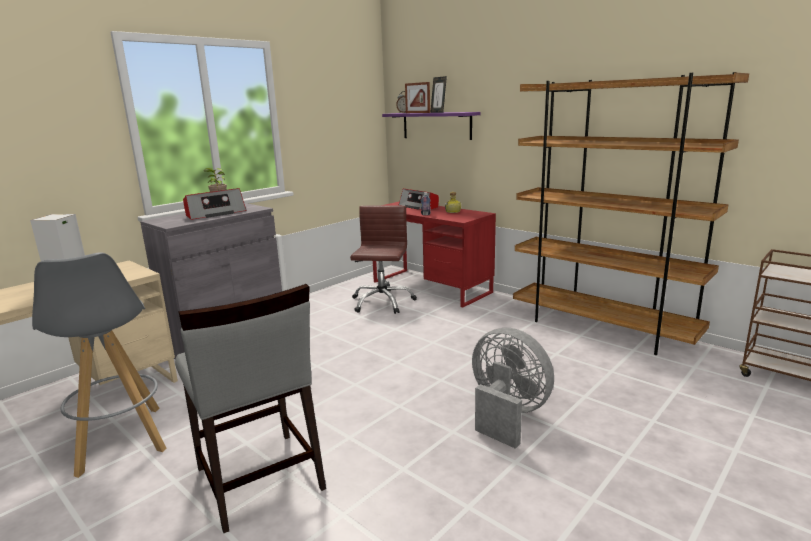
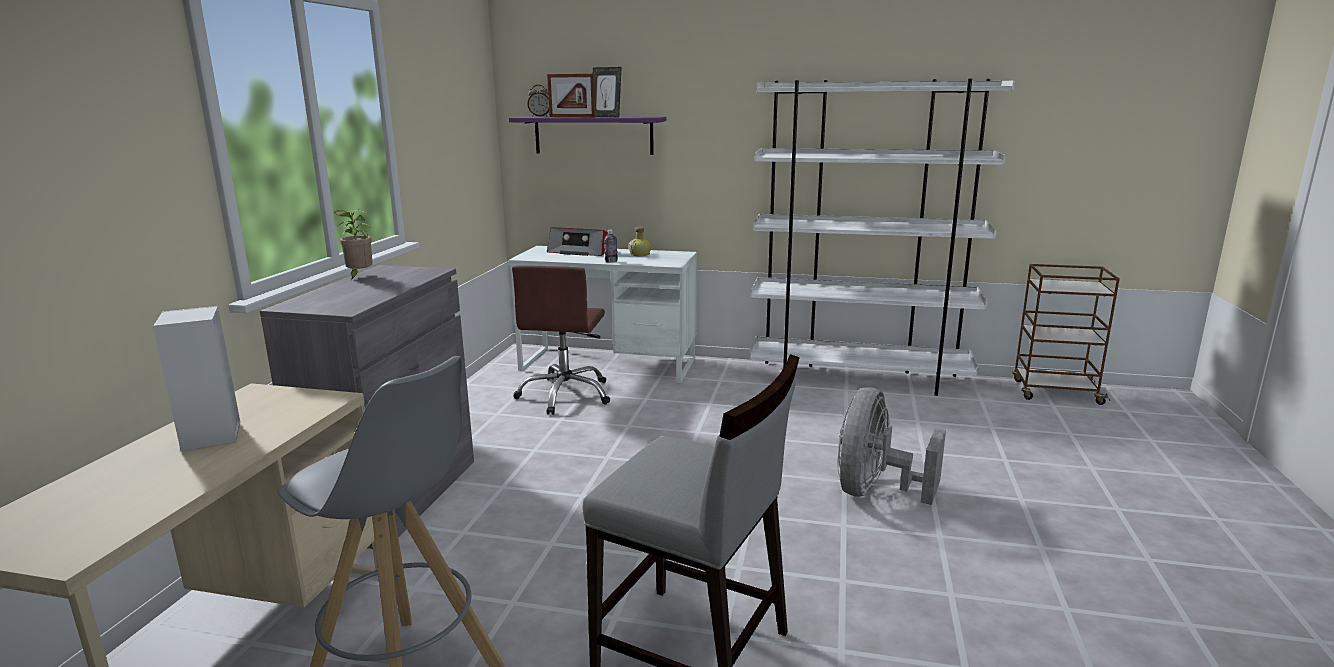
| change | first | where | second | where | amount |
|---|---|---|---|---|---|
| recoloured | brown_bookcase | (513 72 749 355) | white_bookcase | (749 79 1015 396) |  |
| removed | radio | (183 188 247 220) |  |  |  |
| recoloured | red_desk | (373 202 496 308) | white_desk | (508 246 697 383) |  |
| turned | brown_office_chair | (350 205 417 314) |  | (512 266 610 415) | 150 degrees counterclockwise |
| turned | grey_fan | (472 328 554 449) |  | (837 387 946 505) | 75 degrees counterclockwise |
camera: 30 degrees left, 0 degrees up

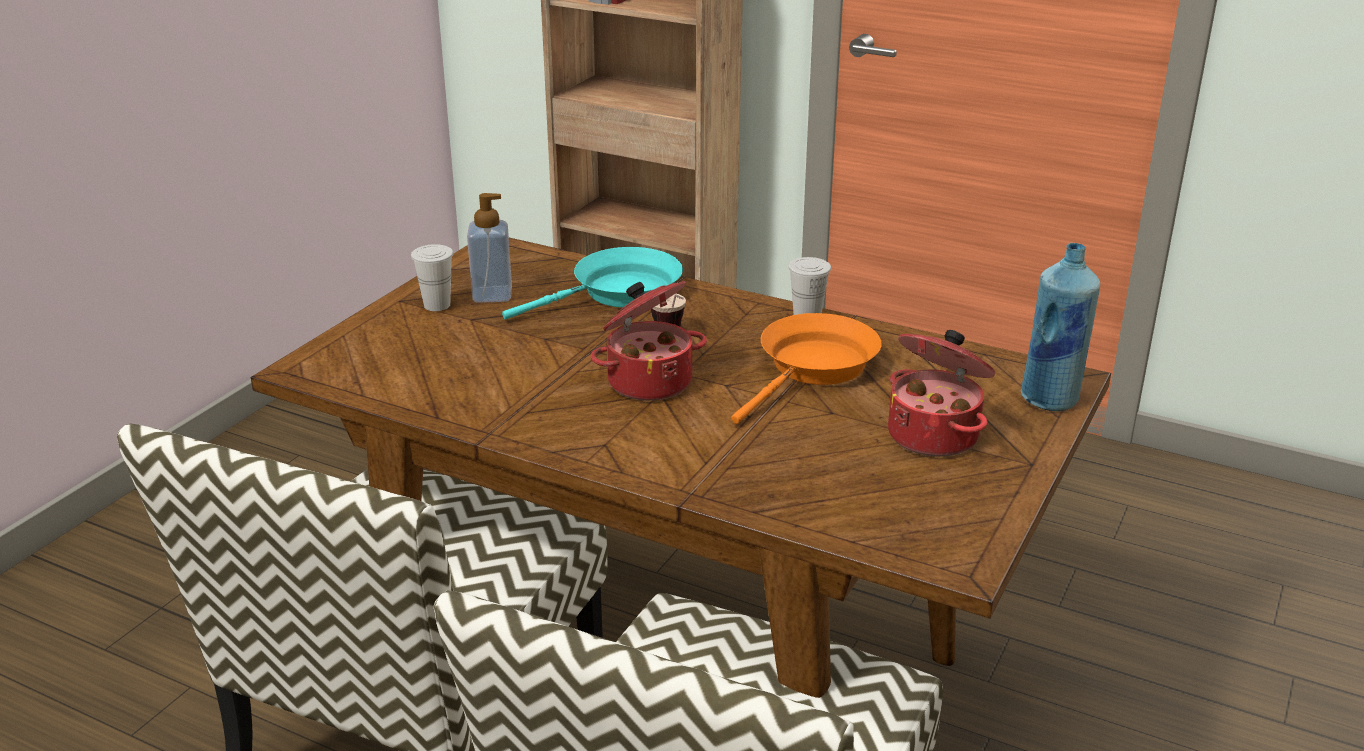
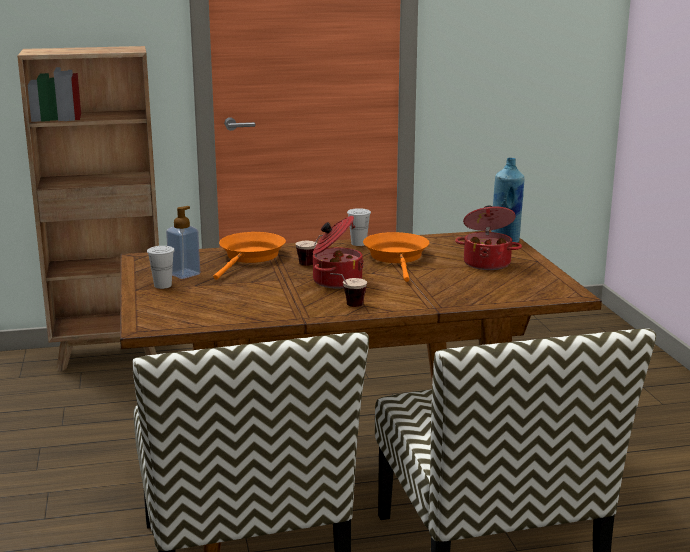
| change | first | where | second | where | amount |
|---|---|---|---|---|---|
| recoloured | turquoise_frying_pan | (502 247 683 320) | orange_frying_pan | (213 232 286 280) |  |
| added |  |  | cup | (330 273 367 307) |  |
camera: 40 degrees left, 10 degrees down

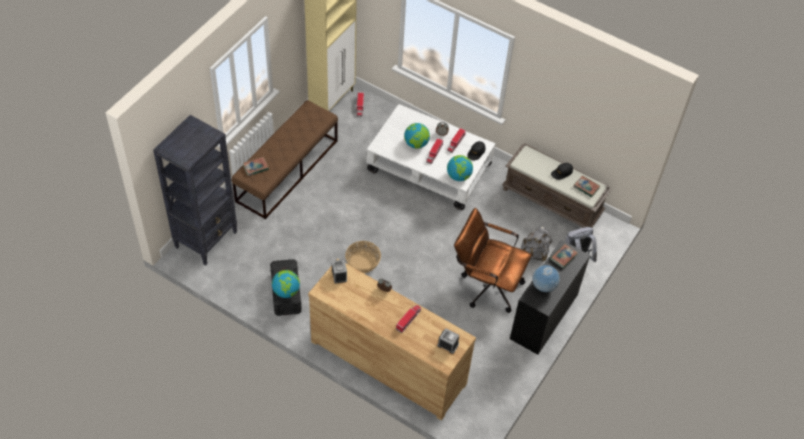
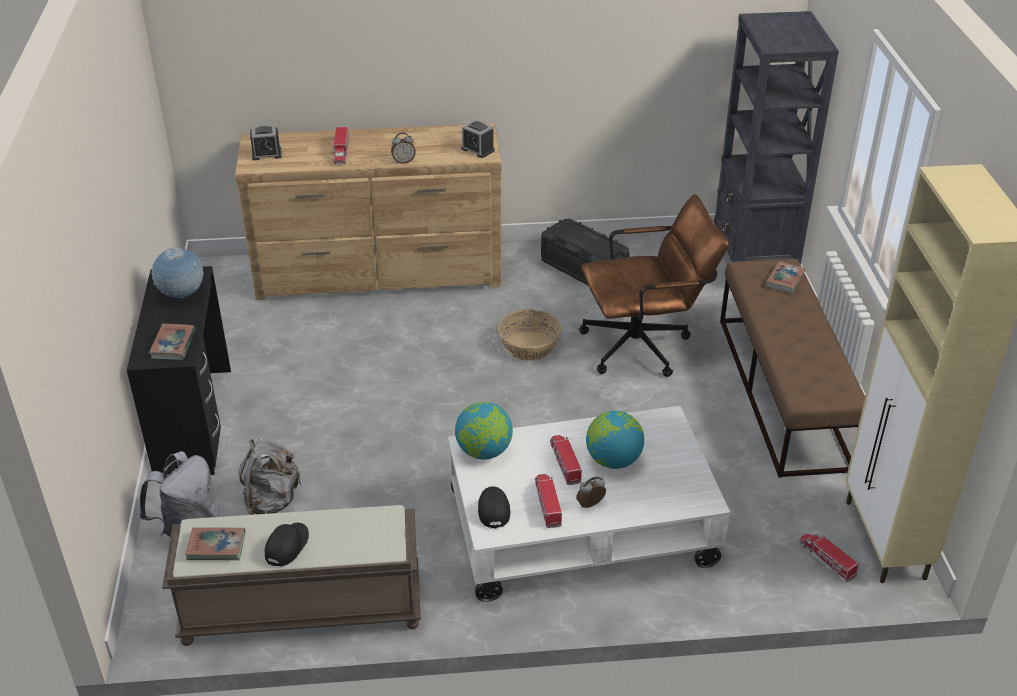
| change | first | where | second | where | amount |
|---|---|---|---|---|---|
| moved | brown_office_chair | (454 208 532 313) |  | (579 194 729 377) |  |
| removed | globe | (272 270 300 298) |  |  |  |
camera: 145 degrees right, 15 degrees down

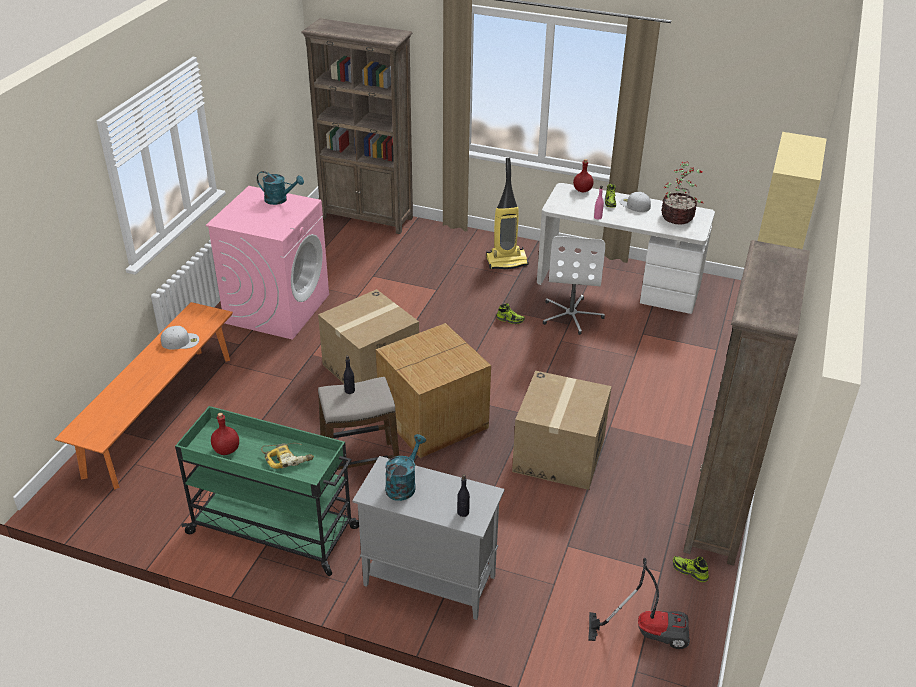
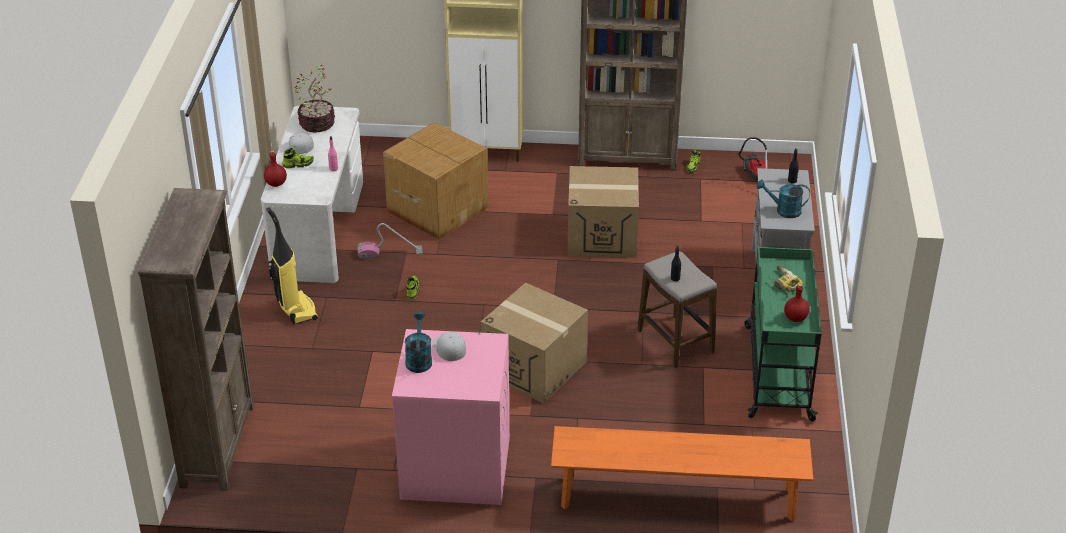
| change | first | where | second | where | amount |
|---|---|---|---|---|---|
| replaced | white_office_chair | (543 236 605 335) | vacuum_cleaner | (357 223 423 259) |  |
| moved | cardboard_box | (376 323 491 458) |  | (383 122 488 240) |  |
| moved | white_cap | (161 326 199 350) |  | (433 332 466 361) |  |
camera: 105 degrees left, 0 degrees up

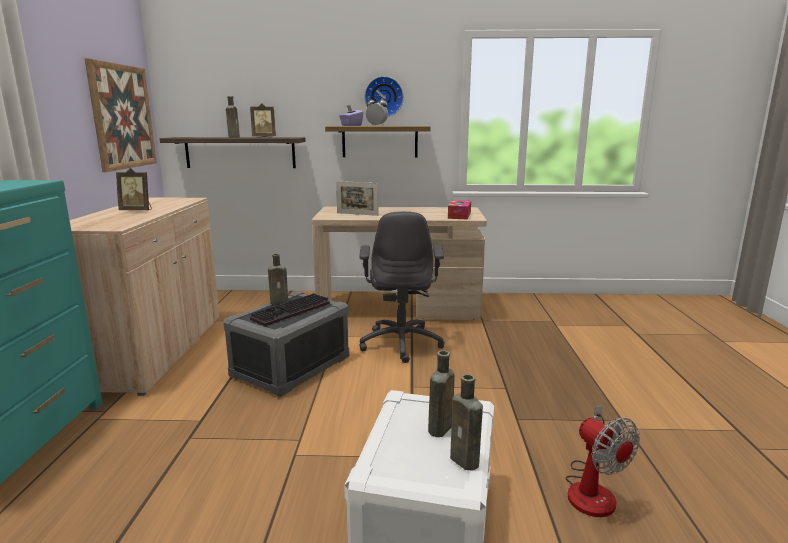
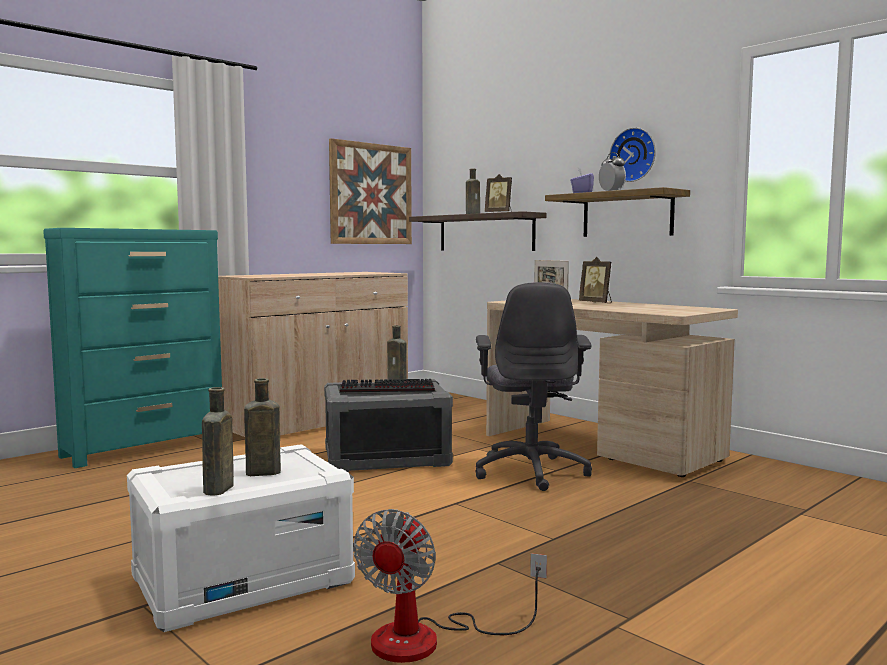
| change | first | where | second | where | amount |
|---|---|---|---|---|---|
| moved | picture_frame | (116 168 152 210) |  | (579 257 612 303) |  |
| removed | tissue_box | (448 200 471 220) |  |  |  |
| turned | grey_office_chair | (359 211 445 363) |  | (475 282 592 491) | 45 degrees counterclockwise |
camera: 45 degrees right, 10 degrees down

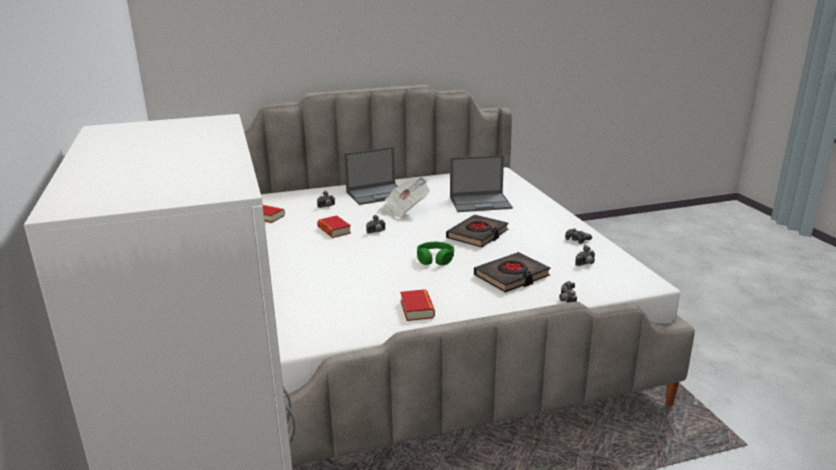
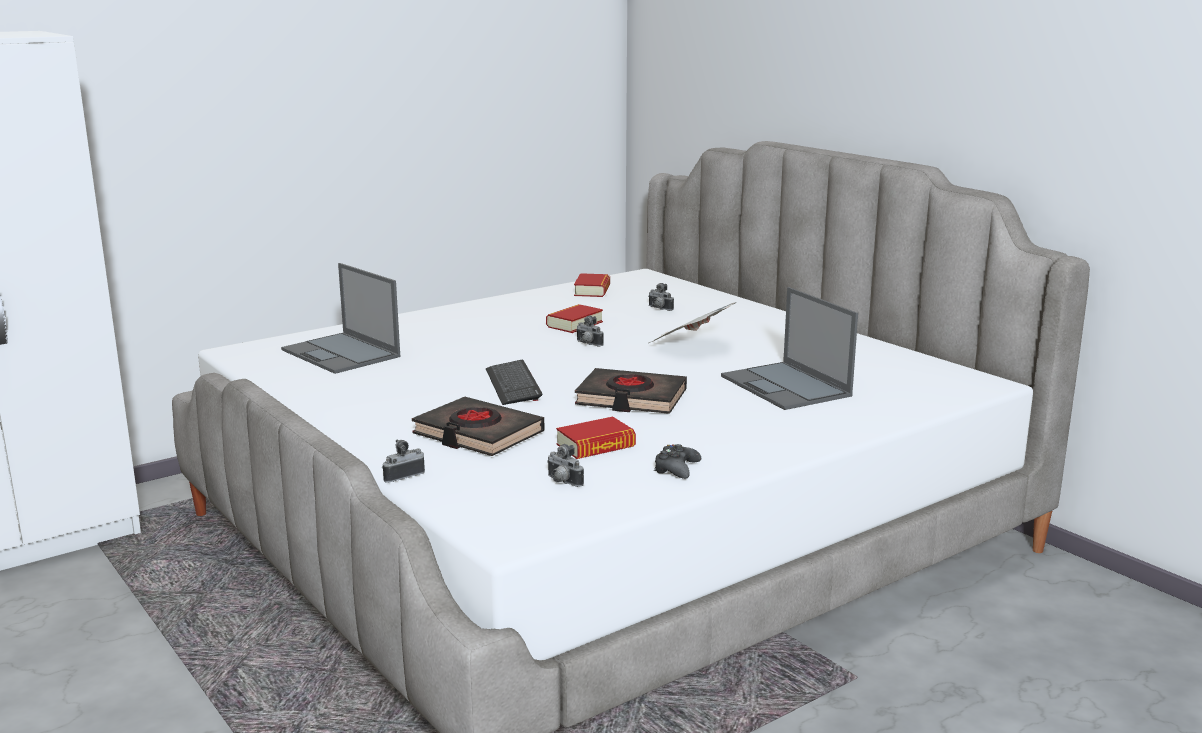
| change | first | where | second | where | amount |
|---|---|---|---|---|---|
| moved | laptop | (344 147 398 205) |  | (281 263 400 374) |  |
| replaced | green_headphones | (417 242 454 265) | keyboard | (486 360 542 405) |  |
| moved | book | (400 289 435 321) |  | (556 416 636 459) |  |
camera: 70 degrees right, 5 degrees down

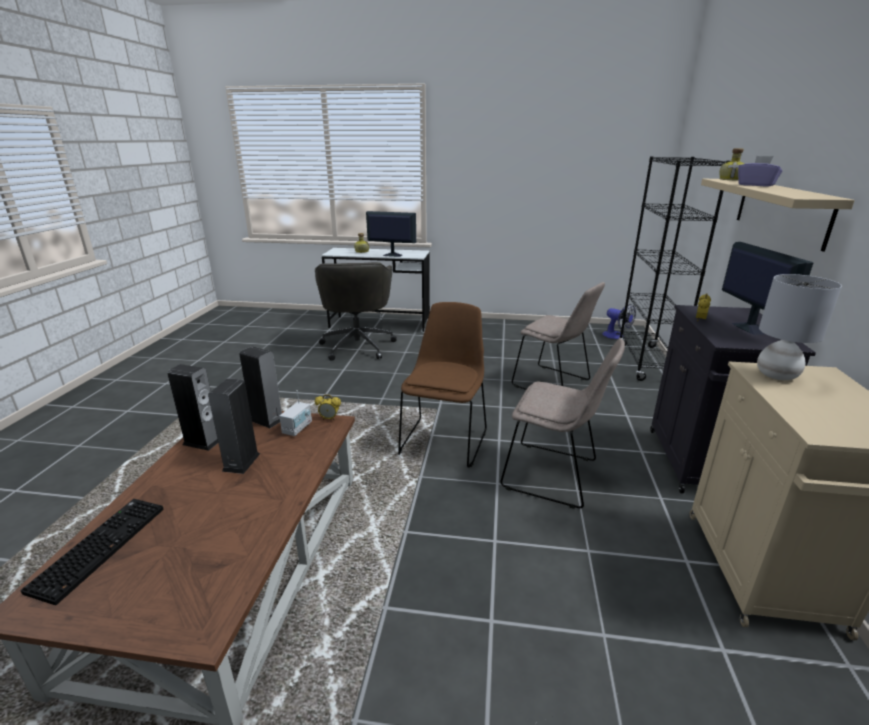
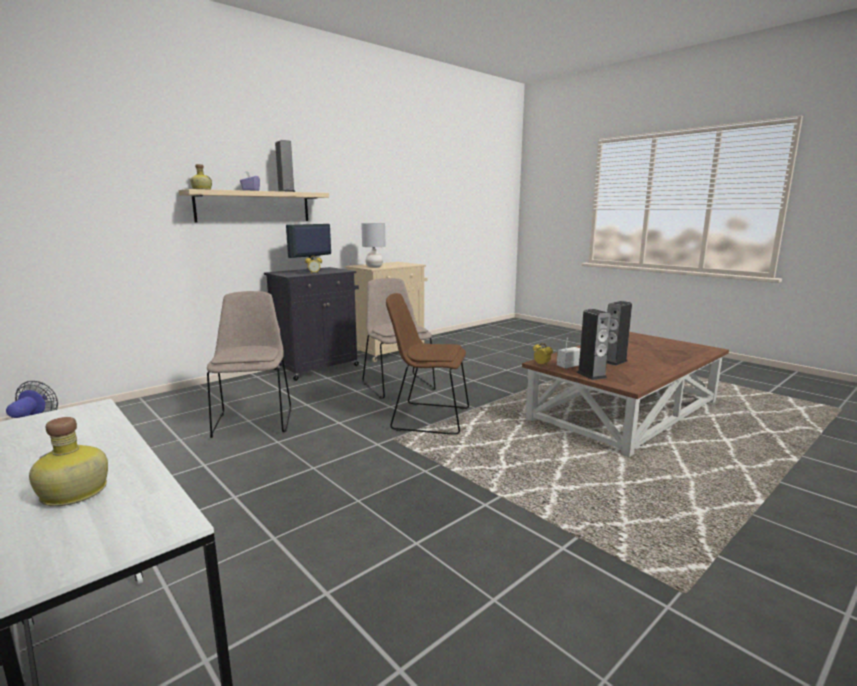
| change | first | where | second | where | amount |
|---|---|---|---|---|---|
| removed | black_bookcase | (618 156 730 381) |  |  |  |
| removed | monitor | (366 211 416 257) |  |  |  |
| removed | grey_office_chair | (315 262 397 361) |  |  |  |
| turned | brown_chair | (398 302 487 468) |  | (386 293 469 435) | 45 degrees clockwise |
| moved | speaker | (167 364 218 451) |  | (275 140 295 192) |  |
| removed | keyboard | (20 499 164 605) |  |  |  |
camera: 140 degrees left, 10 degrees down

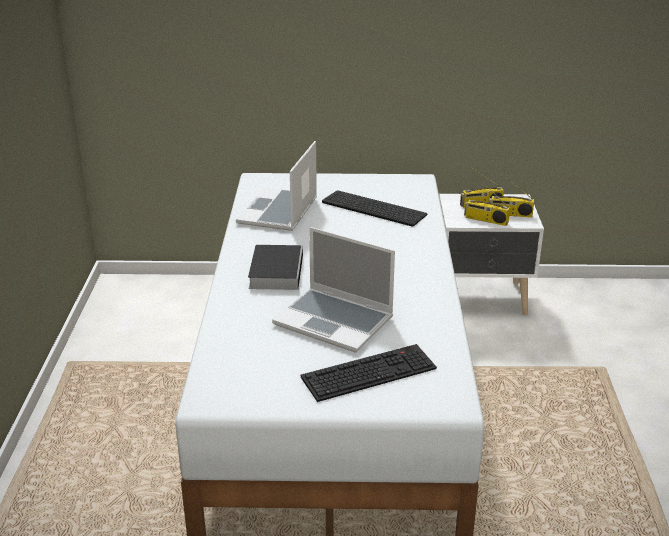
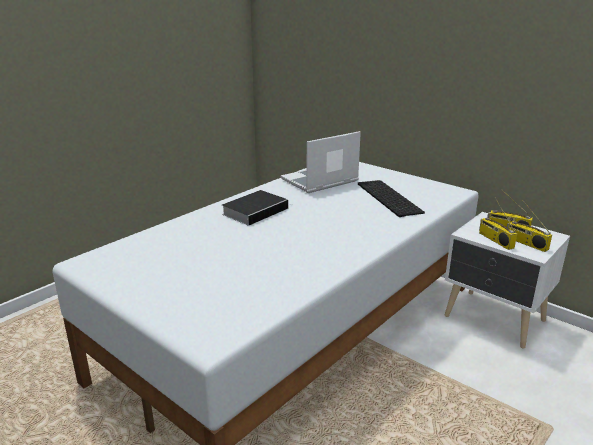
| change | first | where | second | where | amount |
|---|---|---|---|---|---|
| removed | laptop | (272 227 395 352) |  |  |  |
| removed | keyboard | (301 344 437 402) |  |  |  |
camera: 40 degrees right, 5 degrees down

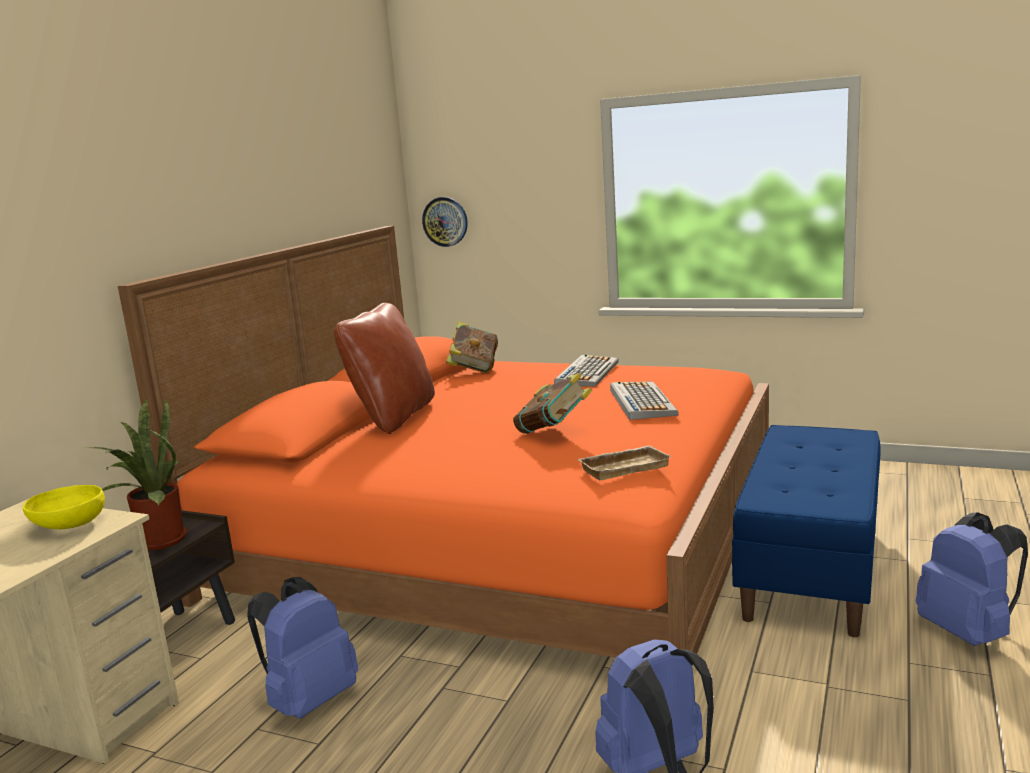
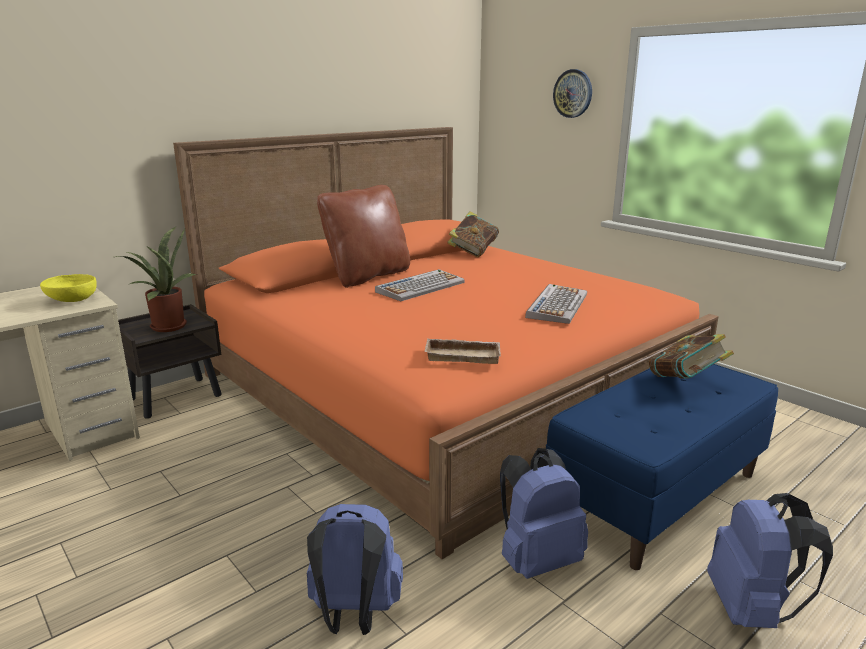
| change | first | where | second | where | amount |
|---|---|---|---|---|---|
| moved | wall_clock | (422 197 468 247) |  | (553 69 592 118) |  |
| moved | keyboard | (554 355 619 387) |  | (375 269 465 301) |  |
| moved | book | (513 373 592 434) |  | (649 334 734 379) |  |
| moved | blue_backpack | (247 577 358 719) |  | (500 448 588 579) |  |
camera: 25 degrees right, 5 degrees up

